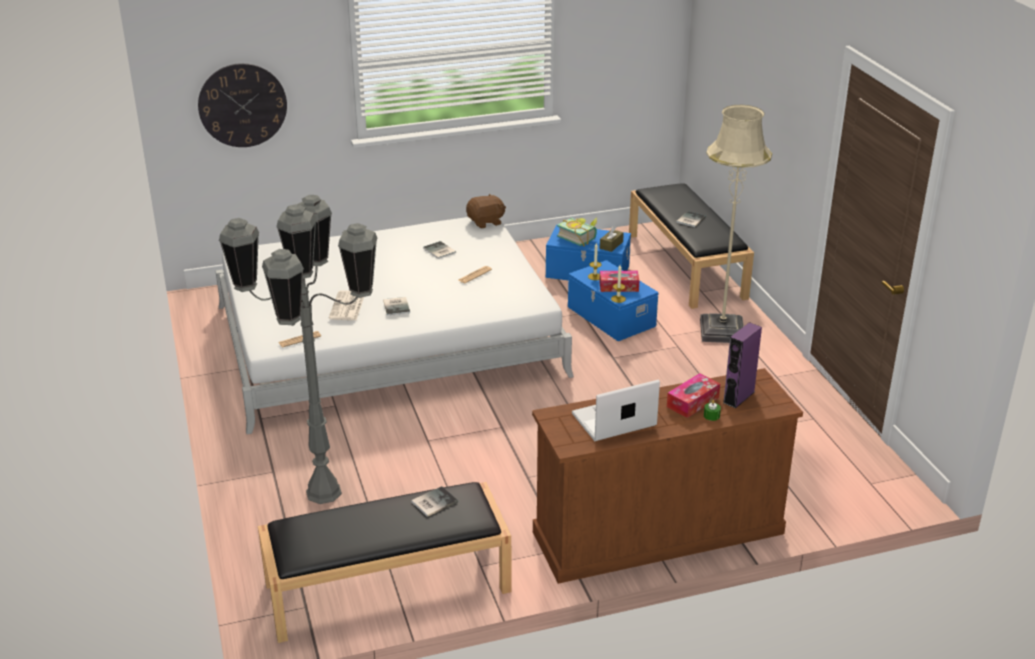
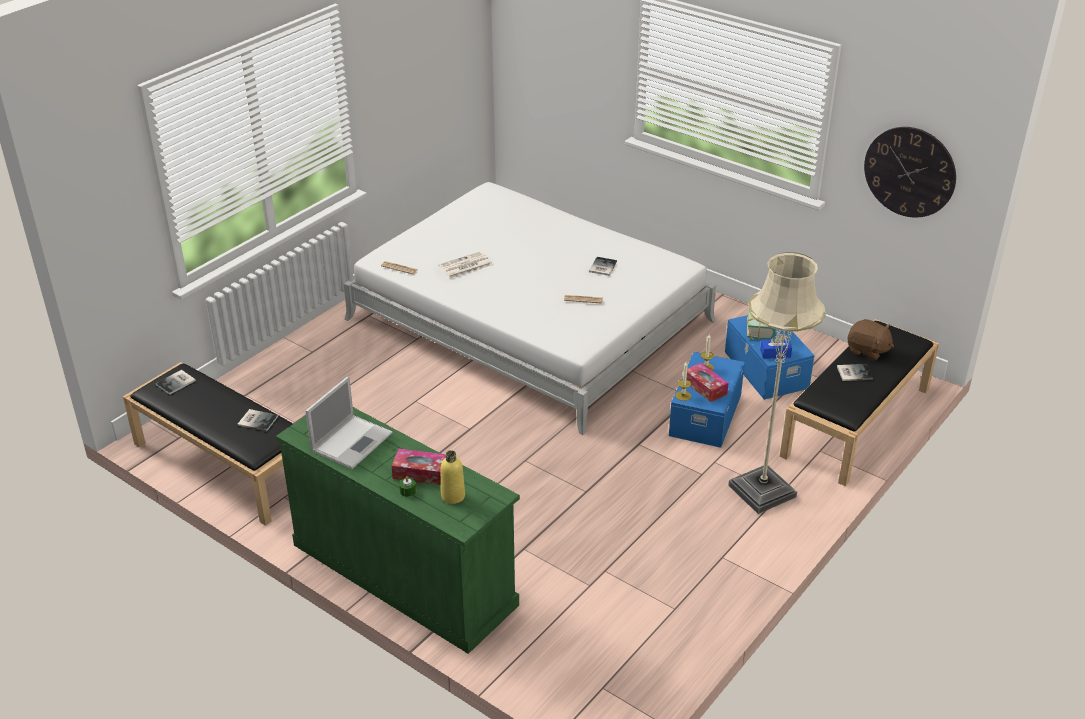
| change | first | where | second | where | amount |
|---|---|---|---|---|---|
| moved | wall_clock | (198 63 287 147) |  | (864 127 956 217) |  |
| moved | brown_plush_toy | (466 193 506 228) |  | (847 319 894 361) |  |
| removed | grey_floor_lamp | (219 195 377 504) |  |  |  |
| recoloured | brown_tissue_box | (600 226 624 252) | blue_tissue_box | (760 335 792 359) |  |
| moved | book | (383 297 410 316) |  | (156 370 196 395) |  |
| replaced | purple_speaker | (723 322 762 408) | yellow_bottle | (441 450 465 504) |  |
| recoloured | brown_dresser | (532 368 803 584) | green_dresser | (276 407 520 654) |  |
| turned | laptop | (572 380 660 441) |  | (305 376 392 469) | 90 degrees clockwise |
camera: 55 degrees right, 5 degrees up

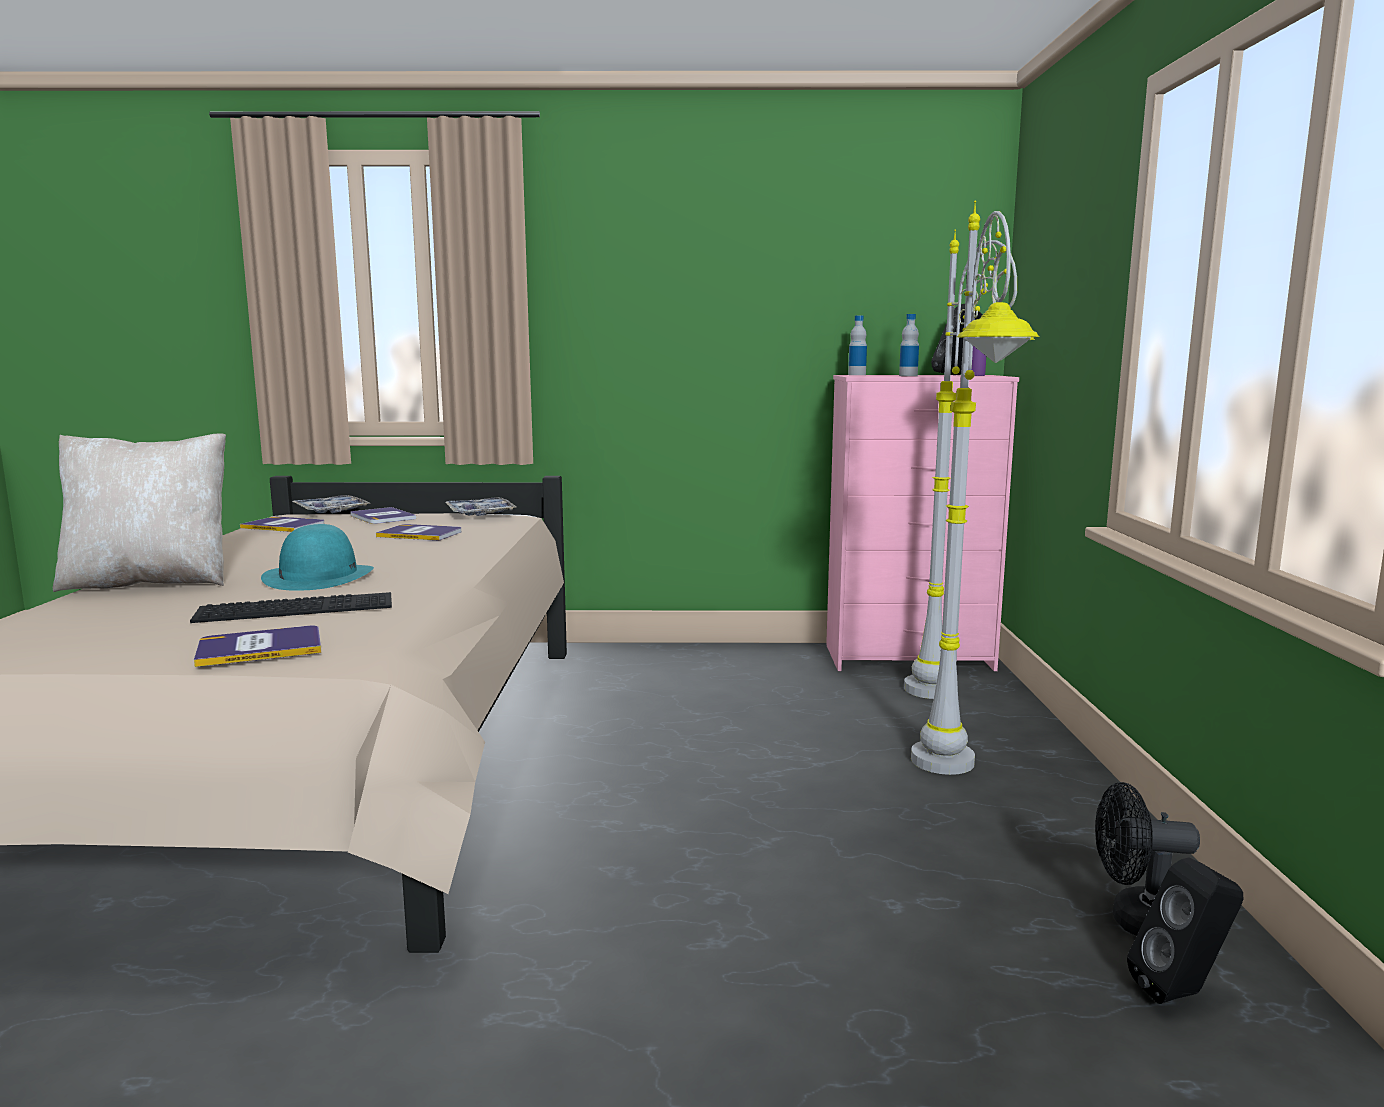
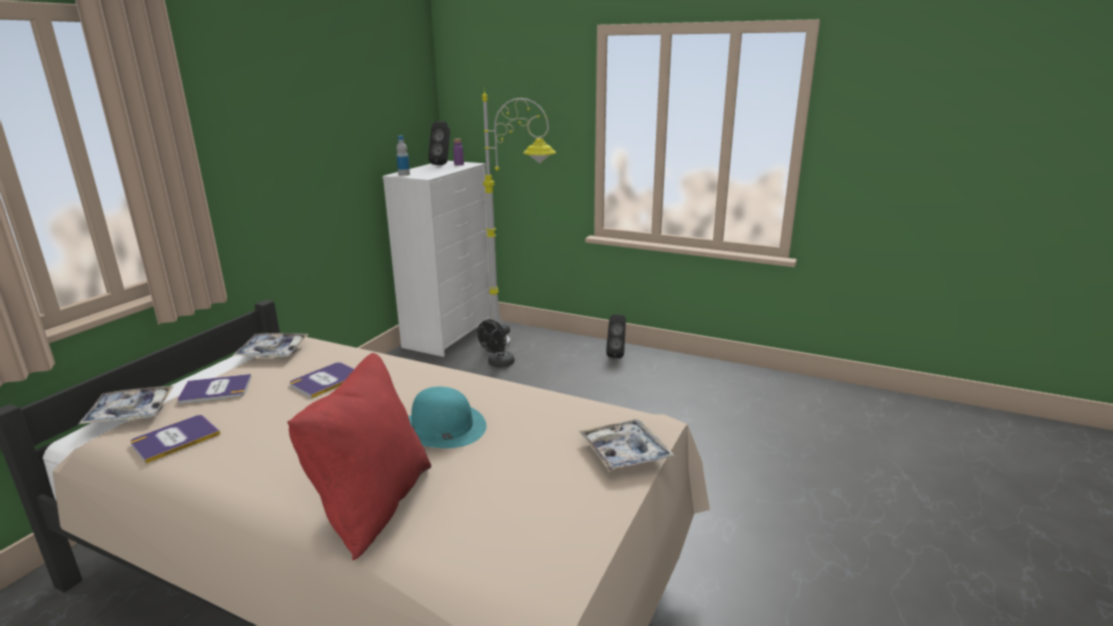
| change | first | where | second | where | amount |
|---|---|---|---|---|---|
| removed | grey_floor_lamp | (911 200 1039 775) |  |  |  |
| removed | bottle | (899 314 919 376) |  |  |  |
| recoloured | pink_dresser | (826 375 1019 671) | white_dresser | (382 161 490 357) |  |
| recoloured | beige_pillow | (53 433 226 592) | red_pillow | (287 353 431 560) |  |
| removed | keyboard | (190 592 392 623) |  |  |  |
| replaced | book | (194 626 321 667) | tray | (579 419 675 472) |  |
| moved | black_fan | (1095 782 1200 936) |  | (477 319 515 368) |  |
| moved | black_speaker | (1127 857 1243 1004) |  | (606 314 626 358) |  |
camera: 65 degrees left, 10 degrees up

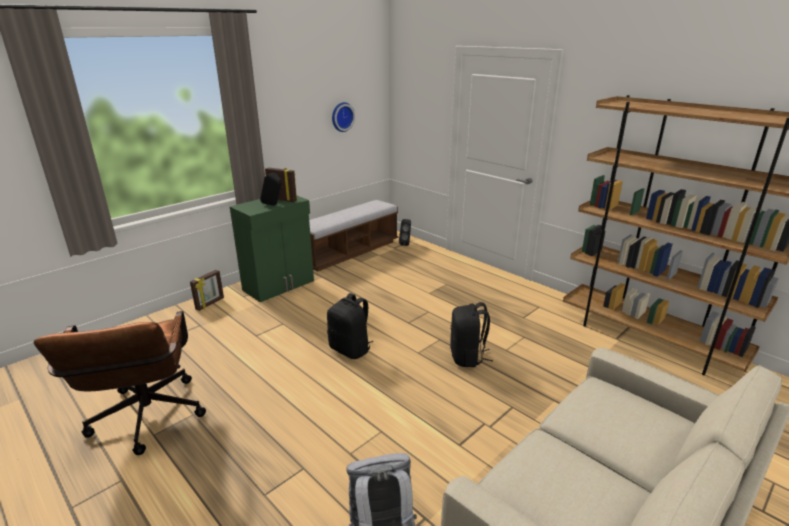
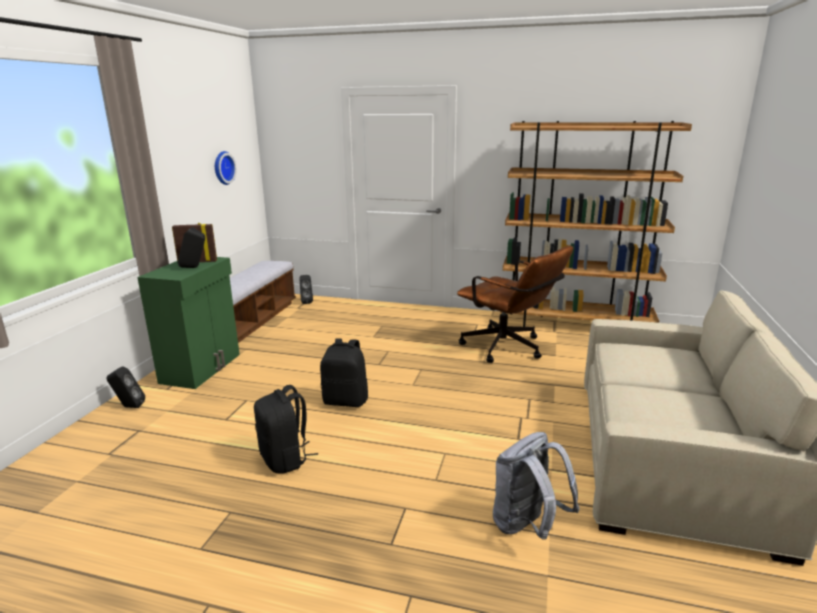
| change | first | where | second | where | amount |
|---|---|---|---|---|---|
| replaced | picture_frame | (190 270 224 311) | black_speaker | (106 366 145 408) |  |
| moved | black_backpack | (450 302 493 367) |  | (254 385 318 474) |  |
| moved | brown_office_chair | (34 311 206 455) |  | (457 246 573 363) |  |
camera: 30 degrees left, 5 degrees down

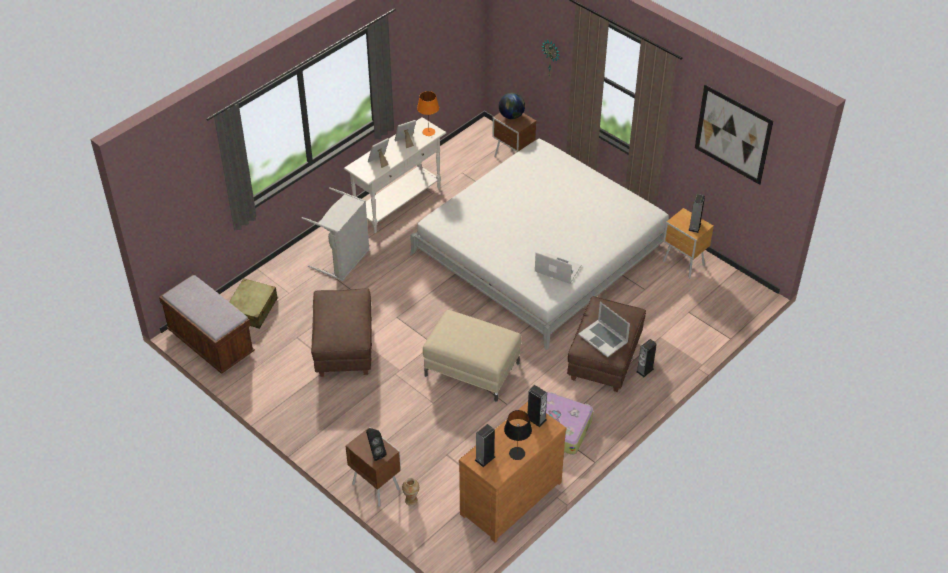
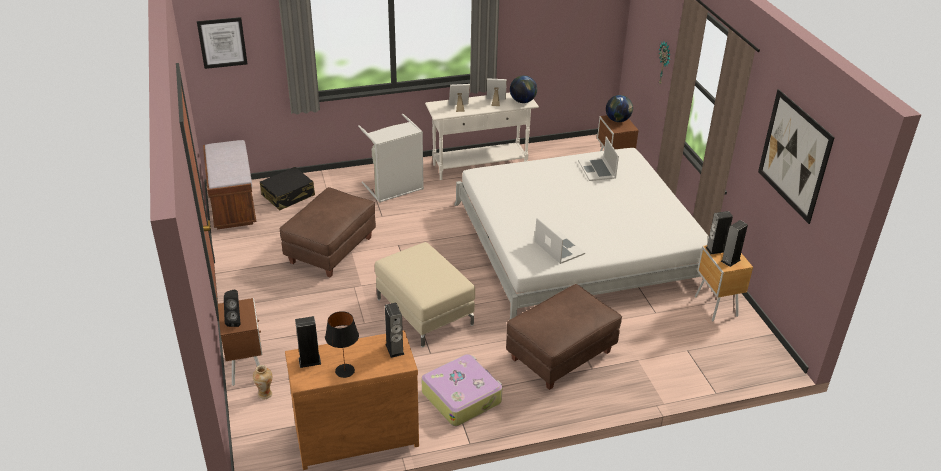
| change | first | where | second | where | amount |
|---|---|---|---|---|---|
| replaced | orange_table_lamp | (417 91 439 136) | globe | (510 75 537 103) |  |
| recoloured | beige_suitcase | (229 278 278 329) | black_suitcase | (260 167 315 210) |  |
| moved | laptop | (578 302 630 357) |  | (578 137 619 181) |  |
| moved | speaker | (636 339 657 377) |  | (706 211 733 255) |  |
| added |  |  | picture | (197 17 248 69) |  |
camera: 30 degrees right, 10 degrees down

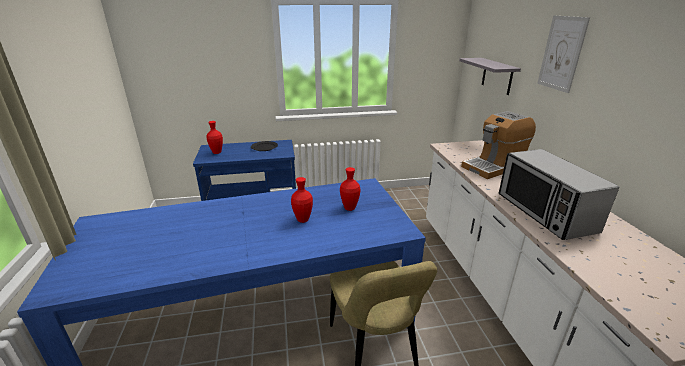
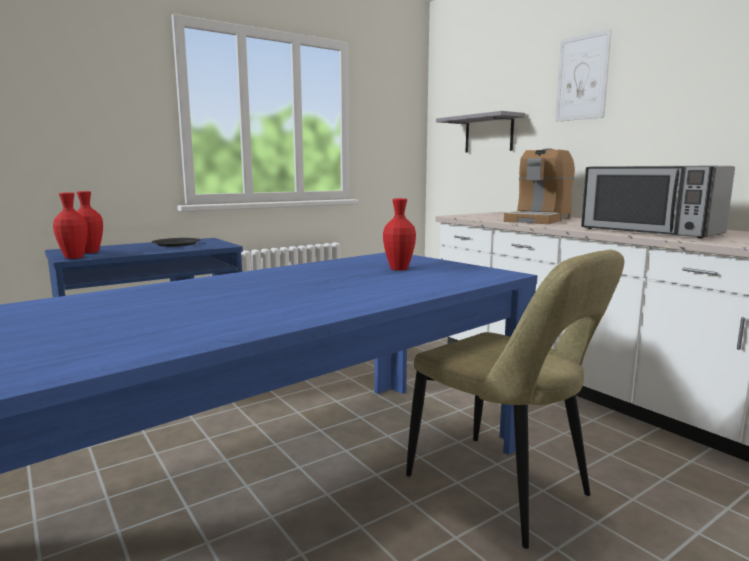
| change | first | where | second | where | amount |
|---|---|---|---|---|---|
| moved | red_vase | (291 177 313 223) |  | (53 193 88 259) |  |
camera: 25 degrees left, 15 degrees down

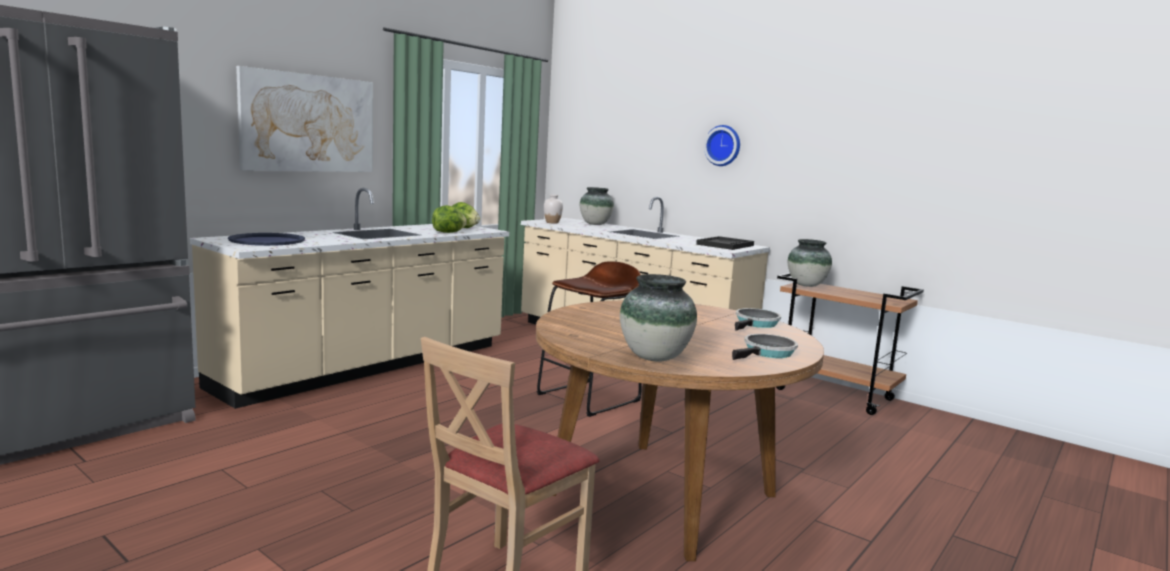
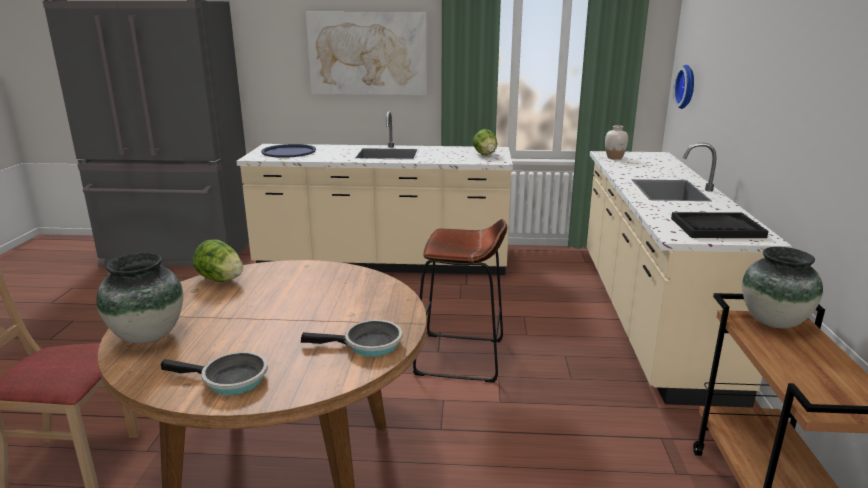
| change | first | where | second | where | amount |
|---|---|---|---|---|---|
| moved | wall_clock | (704 125 740 166) |  | (673 65 694 109) |  |
| removed | vase | (580 187 614 225) |  |  |  |
| moved | lettuce | (432 205 467 233) |  | (193 239 243 282) |  |
camera: 55 degrees right, 10 degrees up

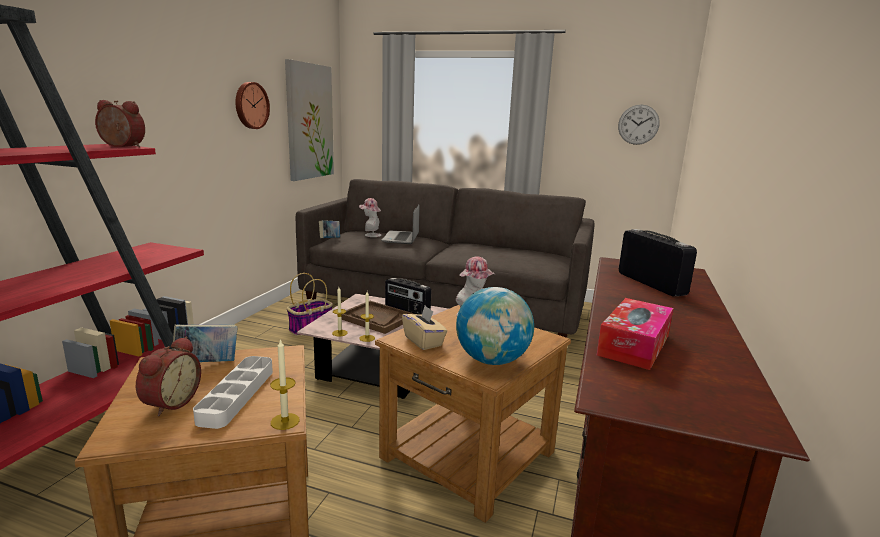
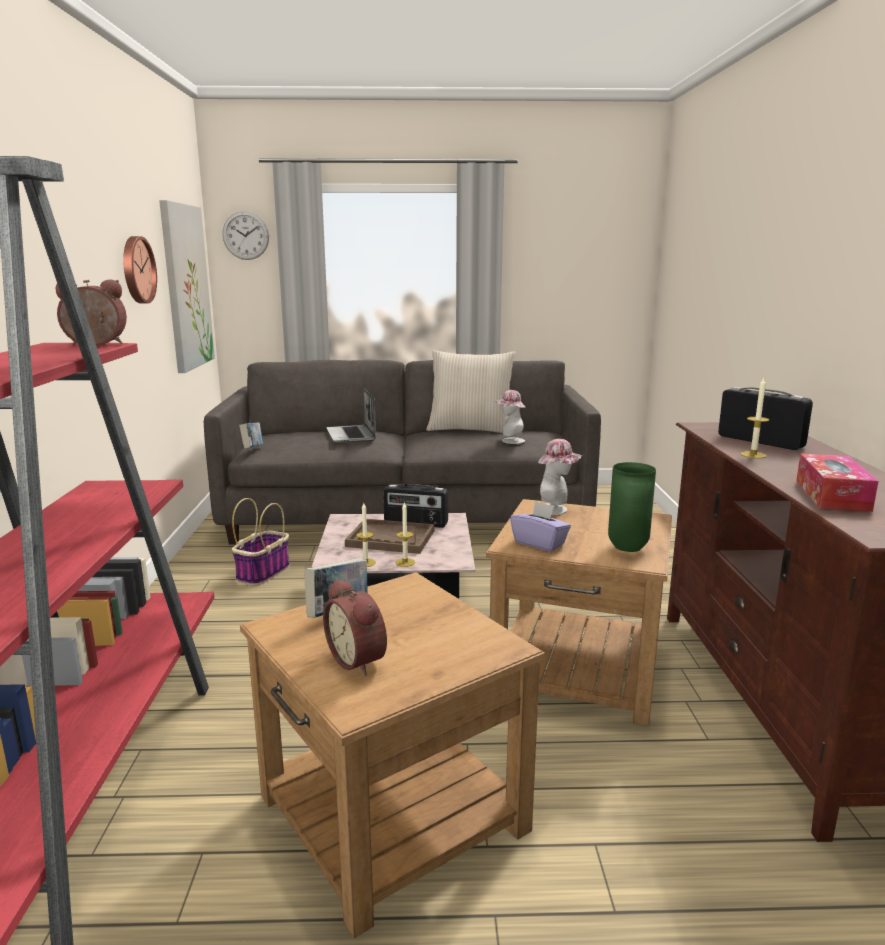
| change | first | where | second | where | amount |
|---|---|---|---|---|---|
| moved | wall_clock | (618 104 660 145) |  | (222 211 269 260) |  |
| moved | hat | (359 198 381 237) |  | (495 390 525 444) |  |
| replaced | globe | (456 287 534 365) | green_vase | (608 462 656 552) |  |
| recoloured | beige_tissue_box | (402 306 448 350) | purple_tissue_box | (510 501 571 552) |  |
| turned | alarm_clock | (136 336 201 417) |  | (323 579 387 676) | 150 degrees clockwise |
| moved | candle | (270 338 300 430) |  | (741 378 770 459) |  |
| removed | white_tray | (193 356 273 429) |  |  |  |
| added |  |  | beige_pillow | (427 350 516 433) |  |
camera: 20 degrees left, 0 degrees up

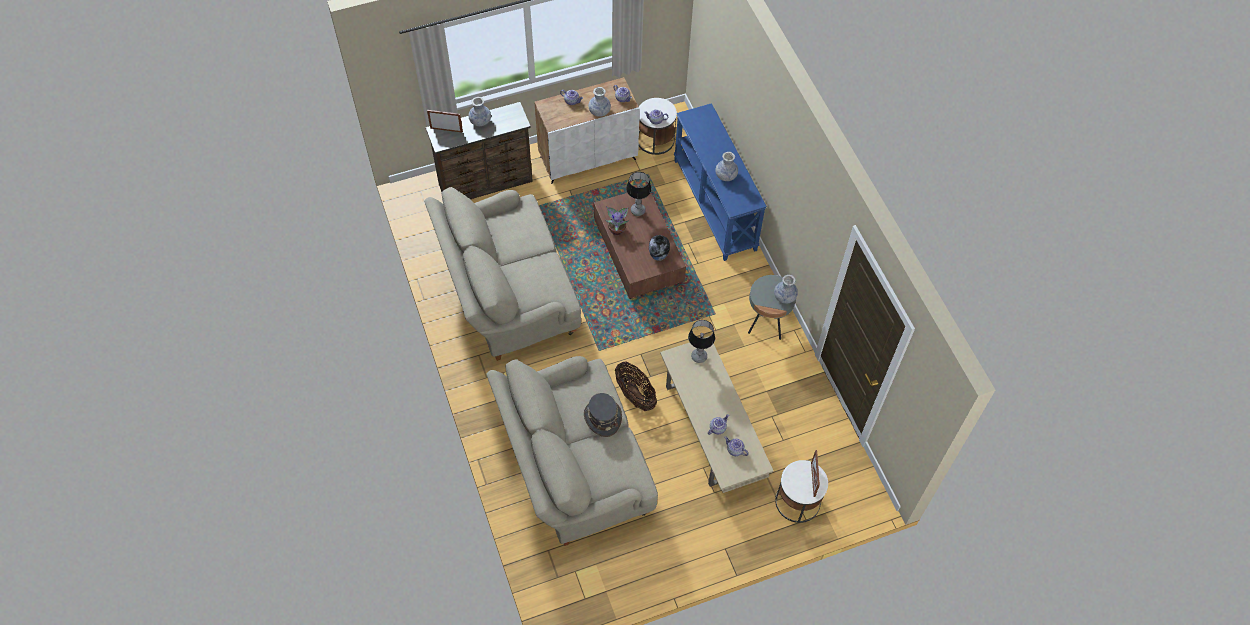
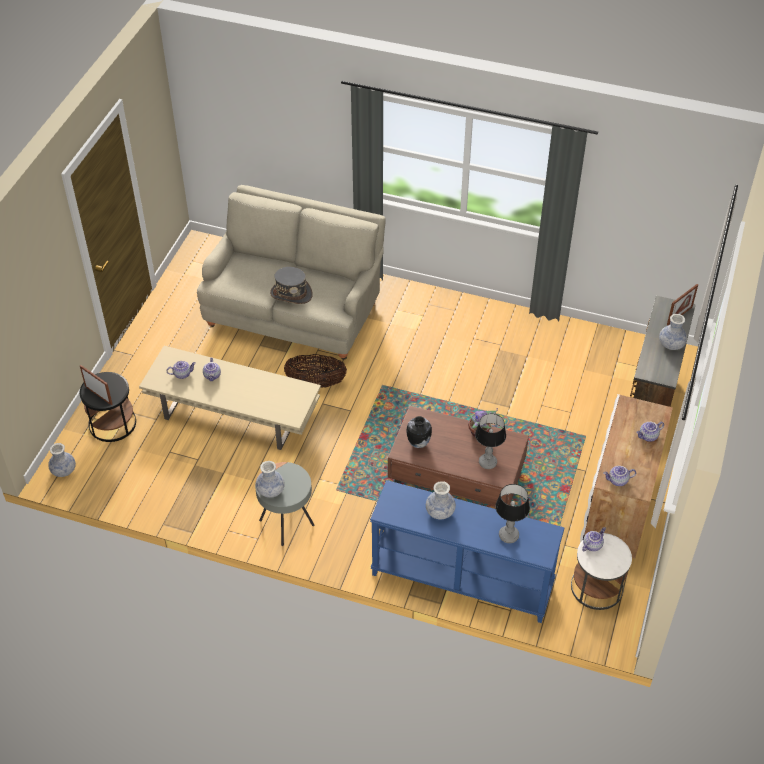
| change | first | where | second | where | amount |
|---|---|---|---|---|---|
| moved | vase | (589 87 611 117) |  | (48 443 76 477) |  |
| removed | beige_sofa | (424 187 581 361) |  |  |  |
| moved | table_lamp | (688 320 715 363) |  | (495 484 530 543) |  |
| recoloured | white_side_table | (775 460 828 523) | black_side_table | (80 372 136 442) |  |
camera: 130 degrees right, 10 degrees down

